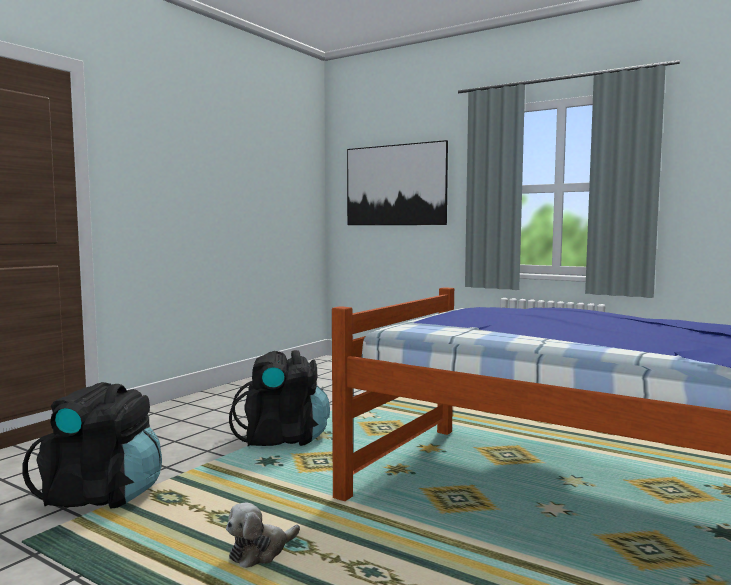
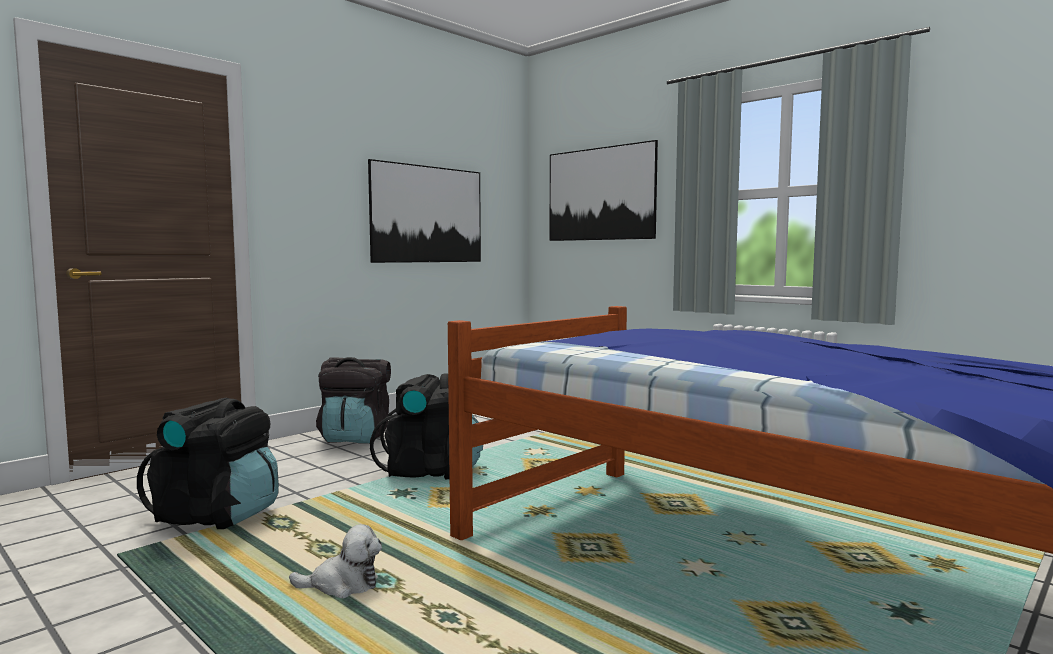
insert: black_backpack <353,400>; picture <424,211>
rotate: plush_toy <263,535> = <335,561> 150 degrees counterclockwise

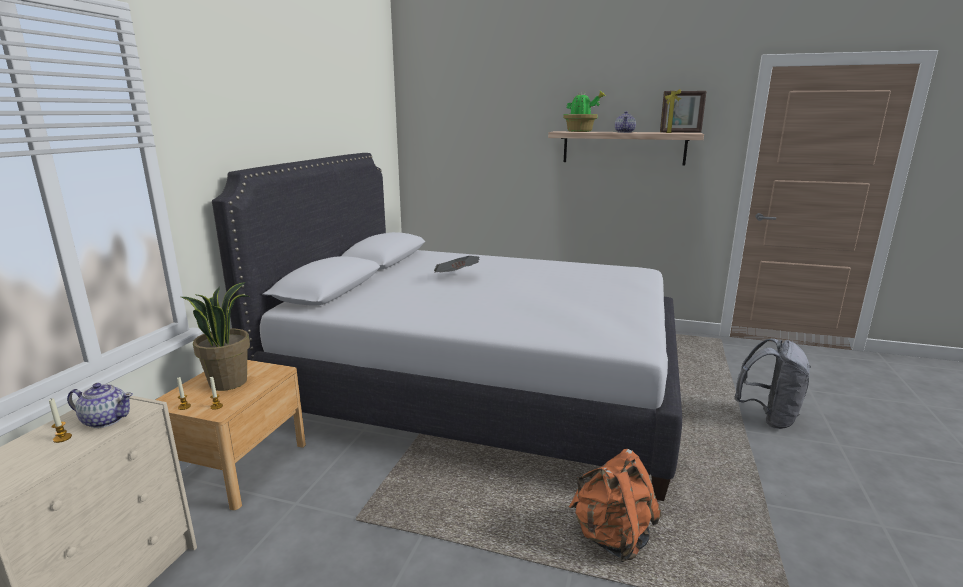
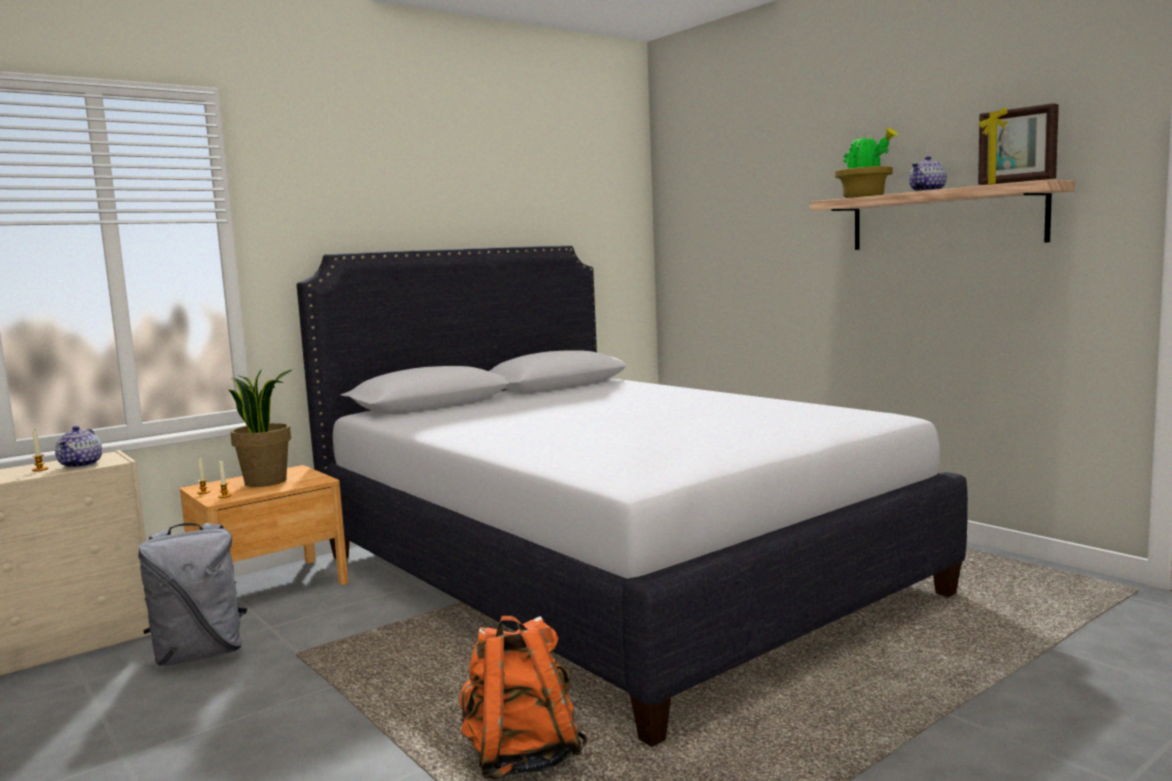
delete: newspaper <456,264>
move: grey_backpack <772,384> to <192,594>
rotate: teapot <100,405> = <78,447> 45 degrees clockwise

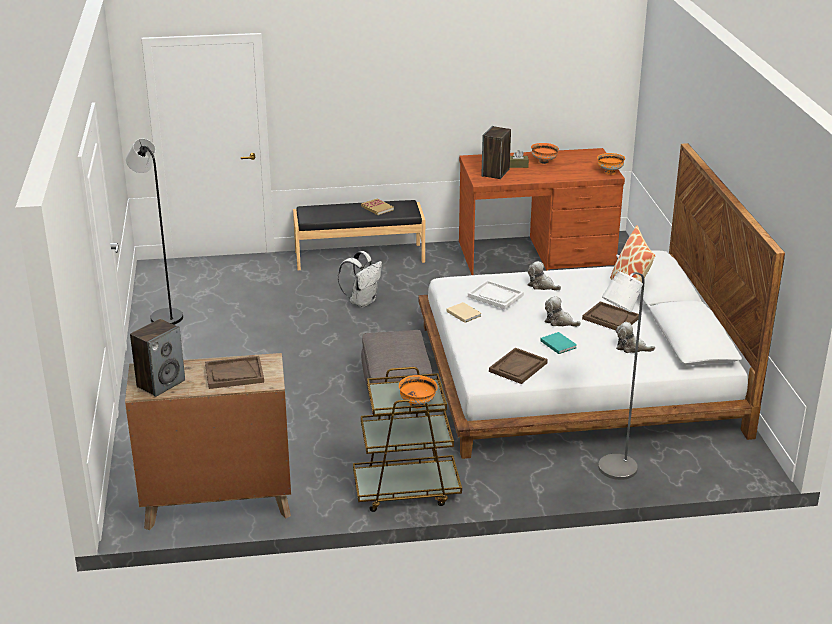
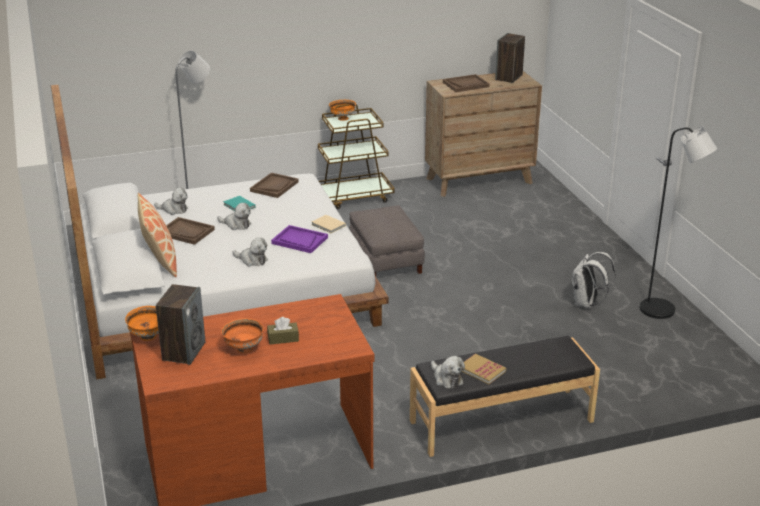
insert: plush_toy <448,372>
move: white_backpack <360,279> to <594,280>; speaker <496,152> to <180,324>
recolor: white_tray <496,294> to purple_tray <299,239>

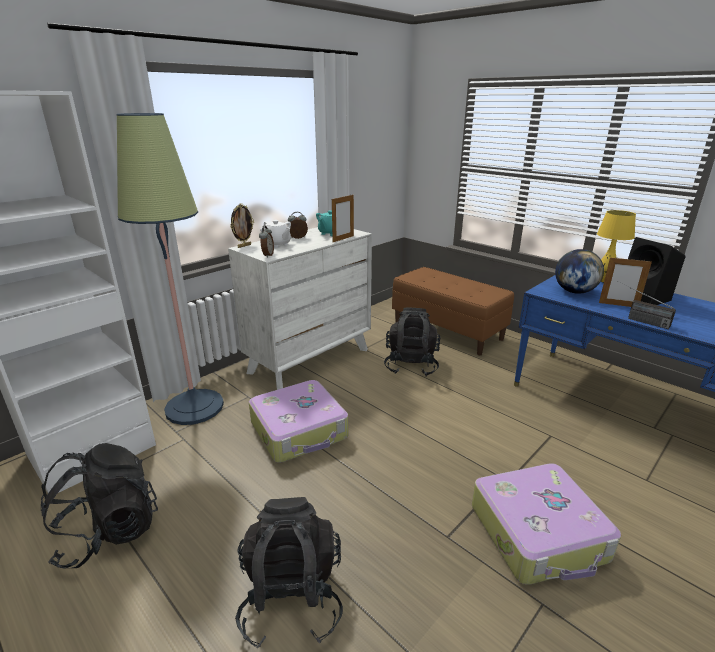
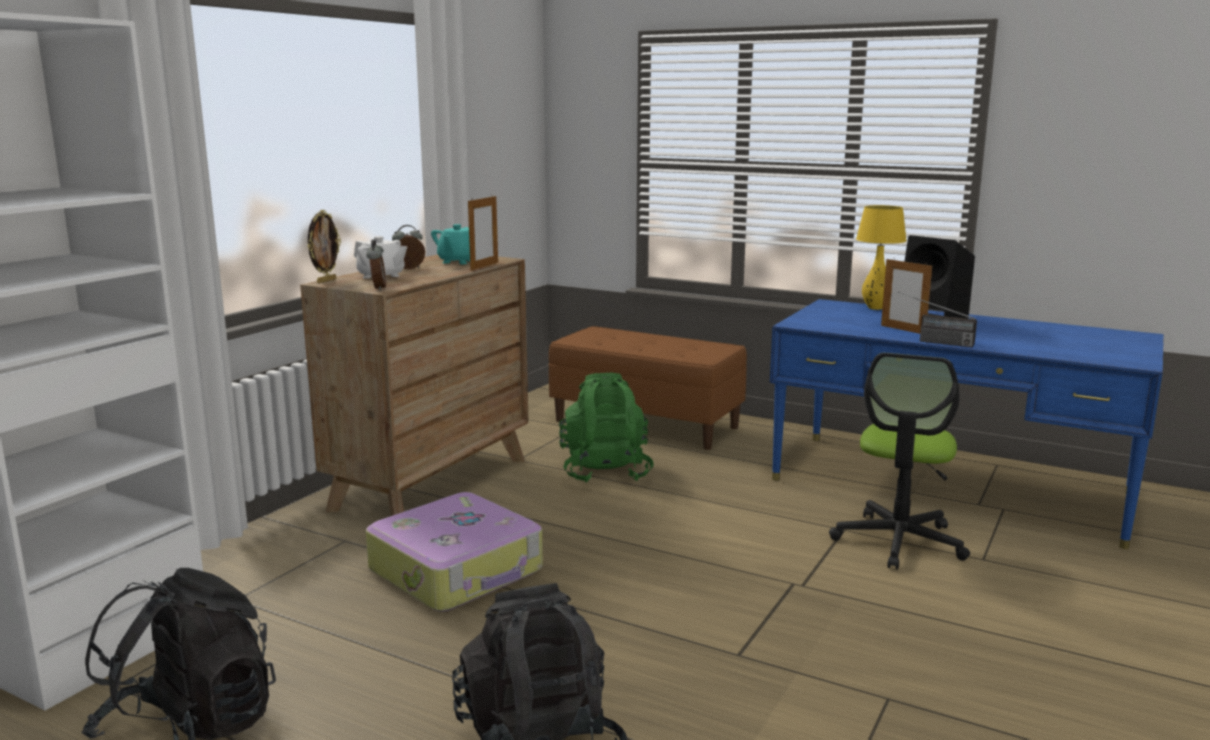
delete: floor_lamp <170,269>; suitcase <546,524>; globe <579,271>
insert: office_chair <899,461>
recolor: white_dresser <300,308> to brown_dresser <414,385>; black_backpack <412,342> to green_backpack <606,428>
rotate: picture_frame <625,281> = <906,296> 45 degrees clockwise

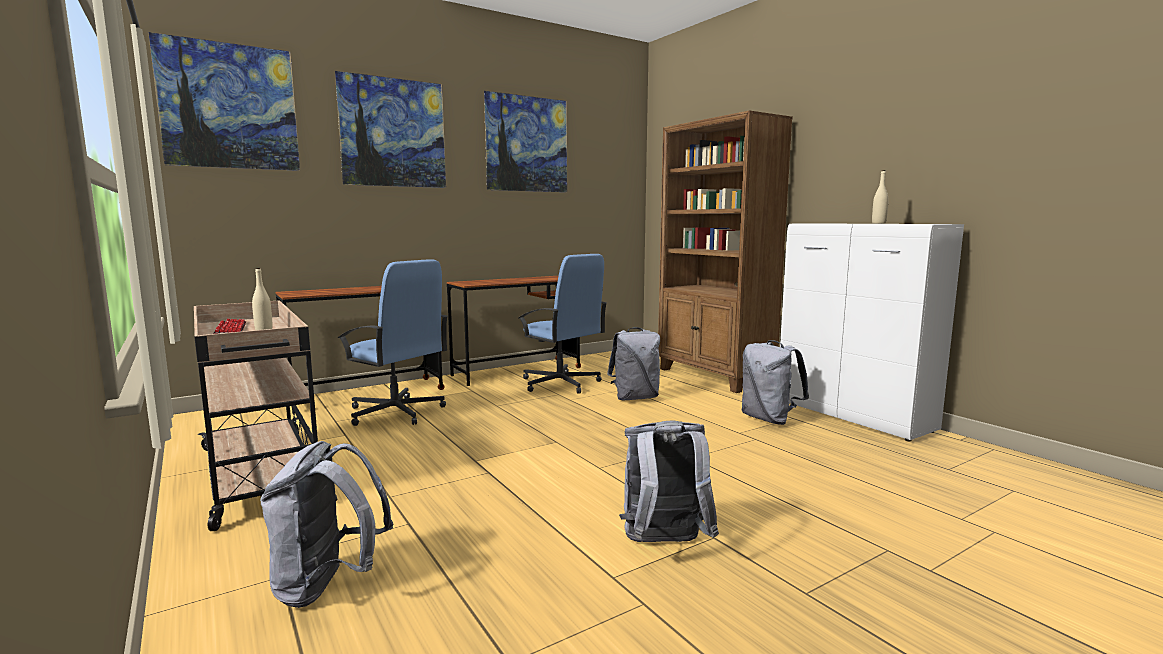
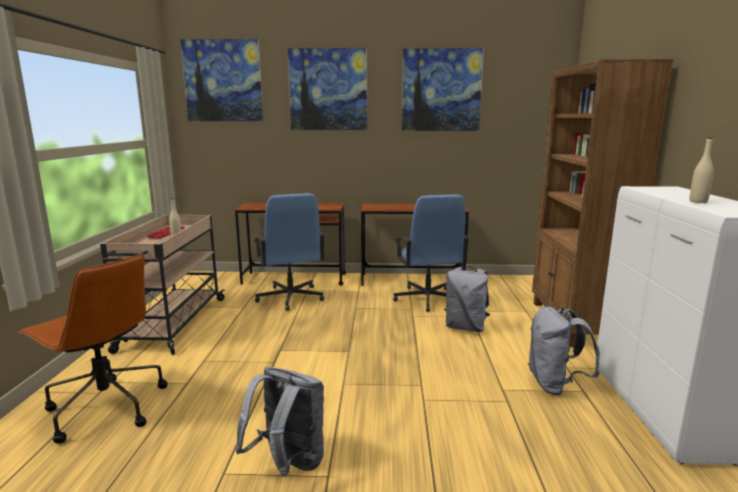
replace: grey_backpack <326,524> to brown_office_chair <93,349>

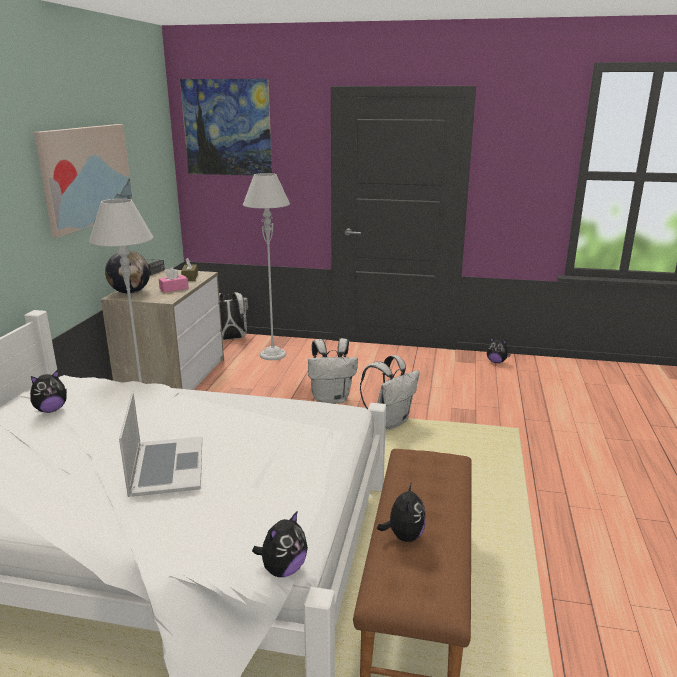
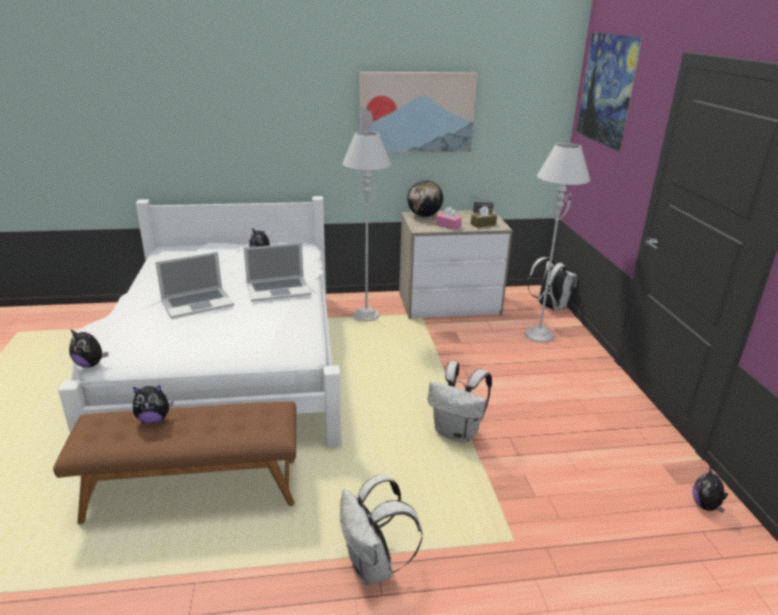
insert: laptop <277,272>
move: white_backpack <333,371> to <381,529>

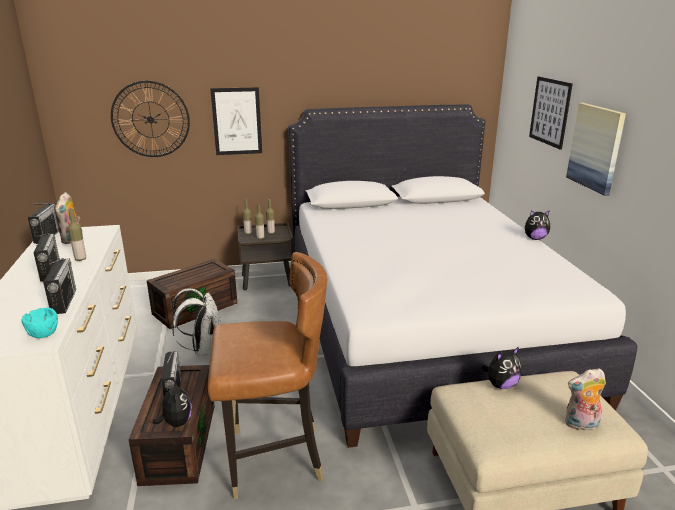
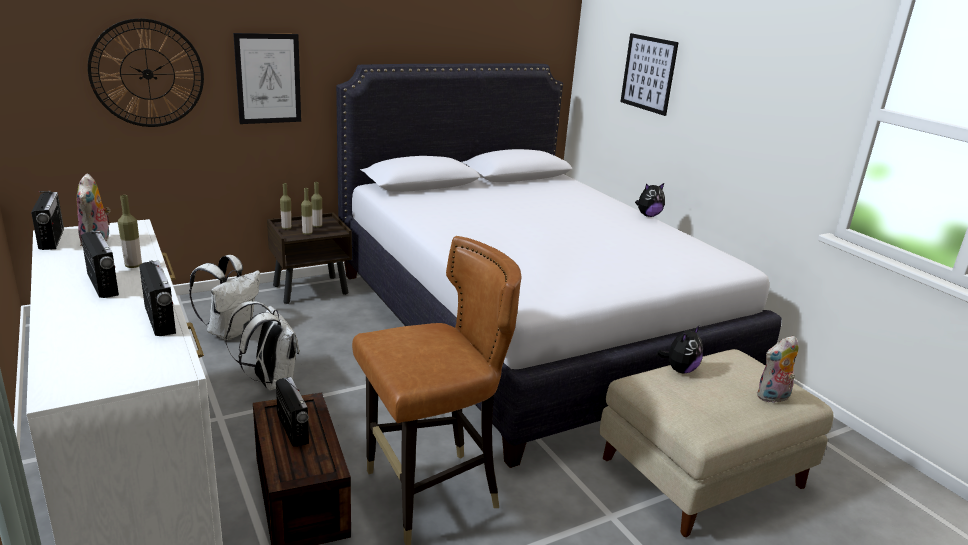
delete: turquoise_bowl <40,323>; plush_toy <172,403>; picture <596,149>
replace: brown_storage_box <192,294> to white_backpack <224,297>

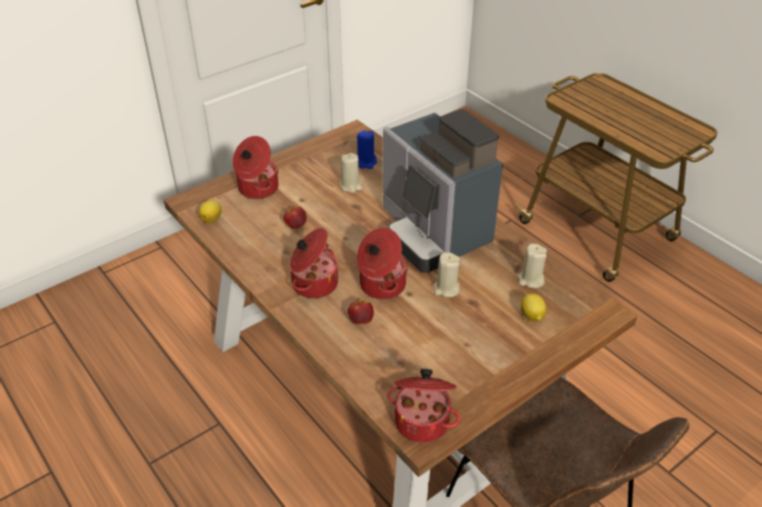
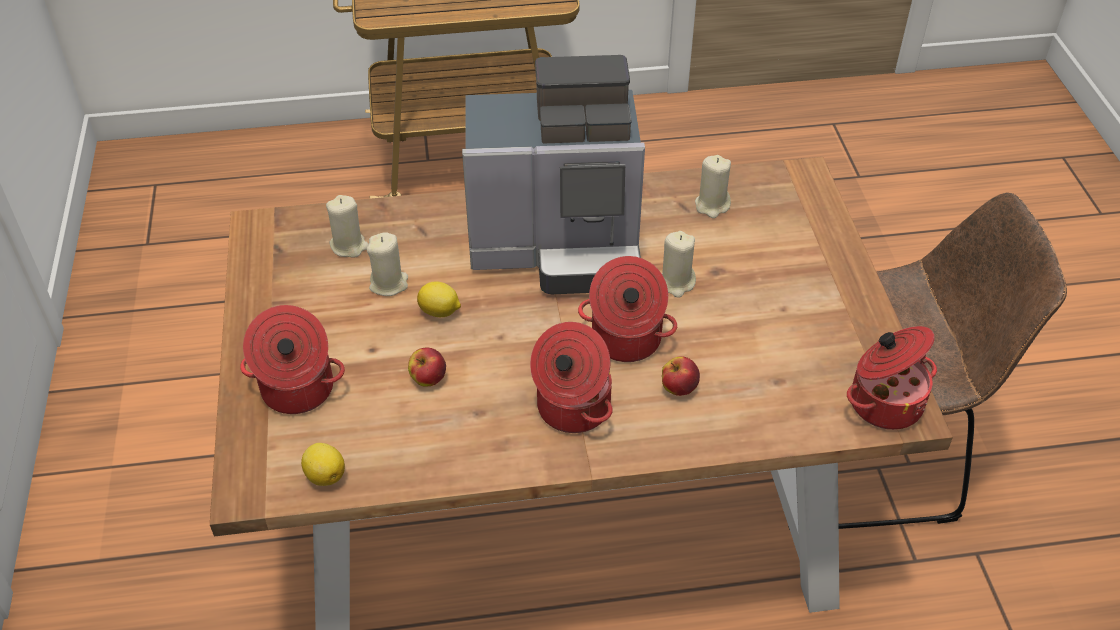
move: lemon <533,307> to <439,299>
recolor: blue_candle <367,149> to beige_candle <347,226>

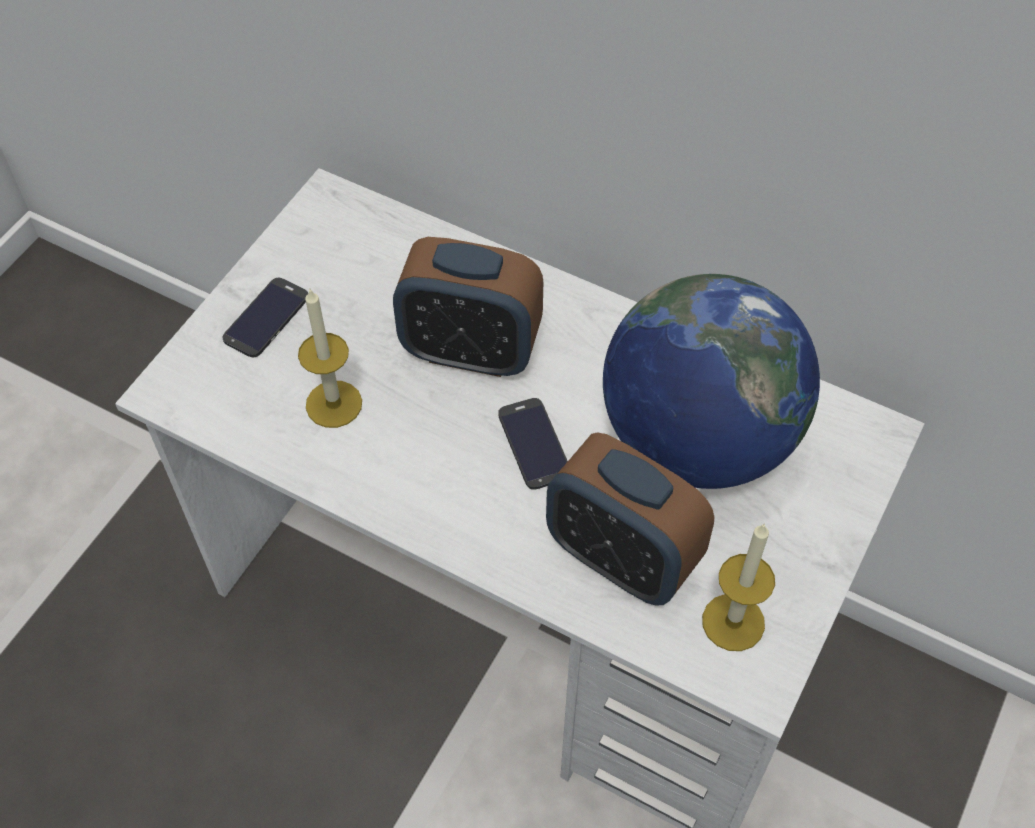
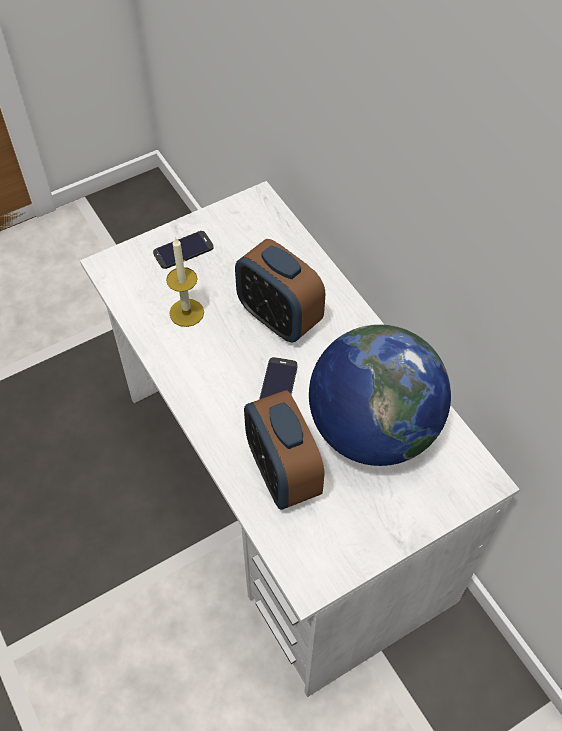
delete: candle <738,587>

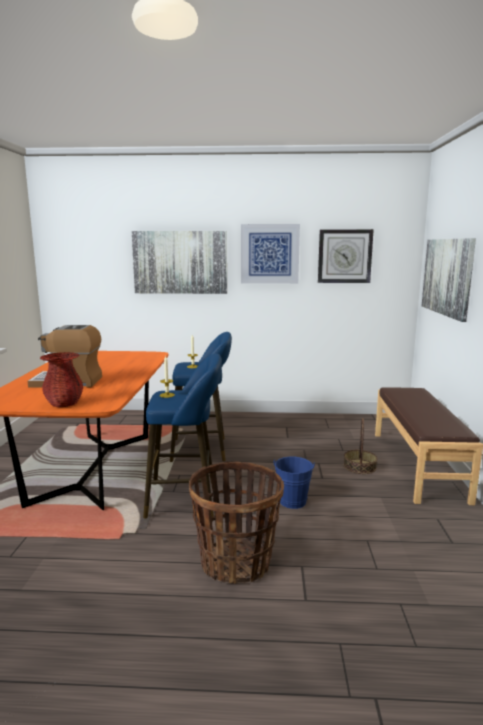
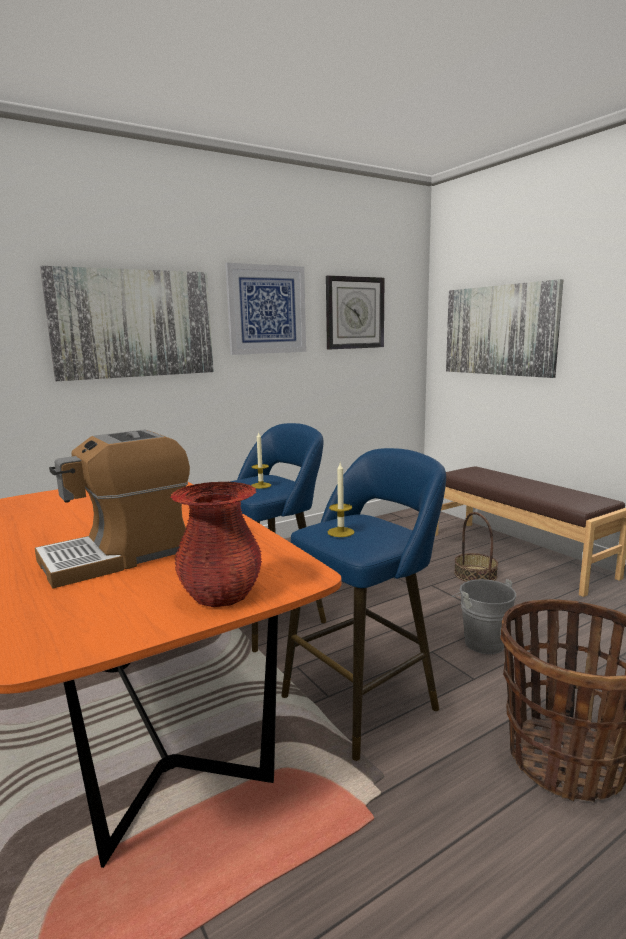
recolor: blue_bucket <294,483> to grey_bucket <483,616>

